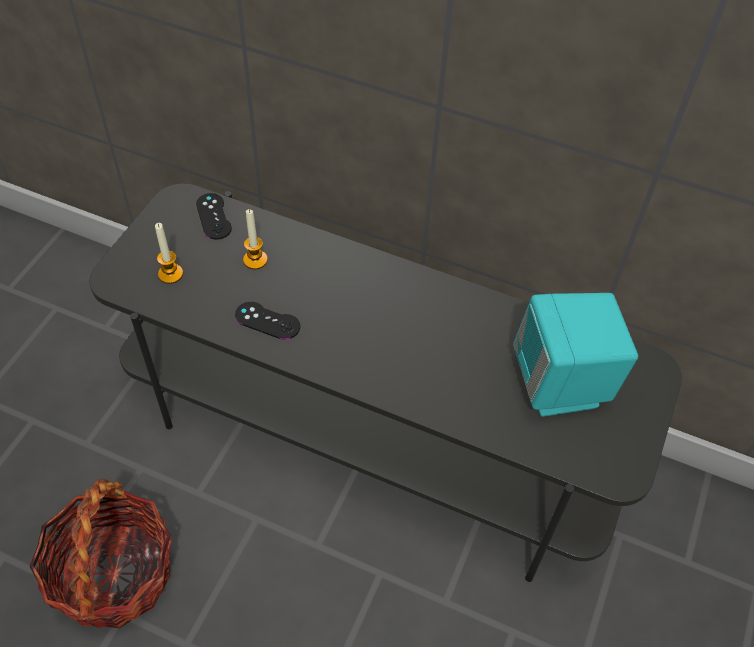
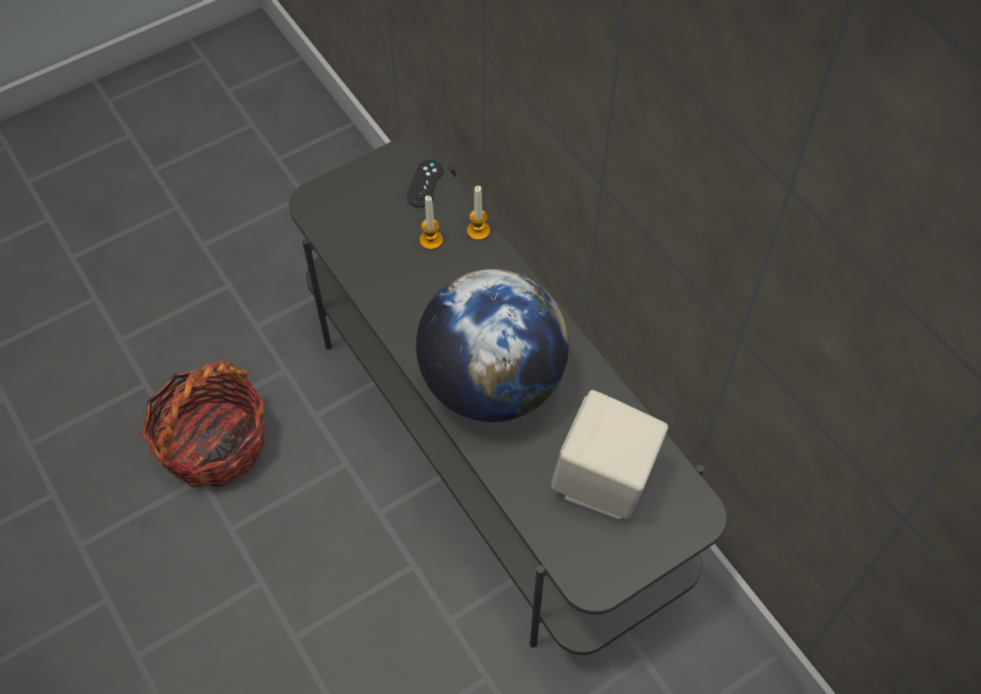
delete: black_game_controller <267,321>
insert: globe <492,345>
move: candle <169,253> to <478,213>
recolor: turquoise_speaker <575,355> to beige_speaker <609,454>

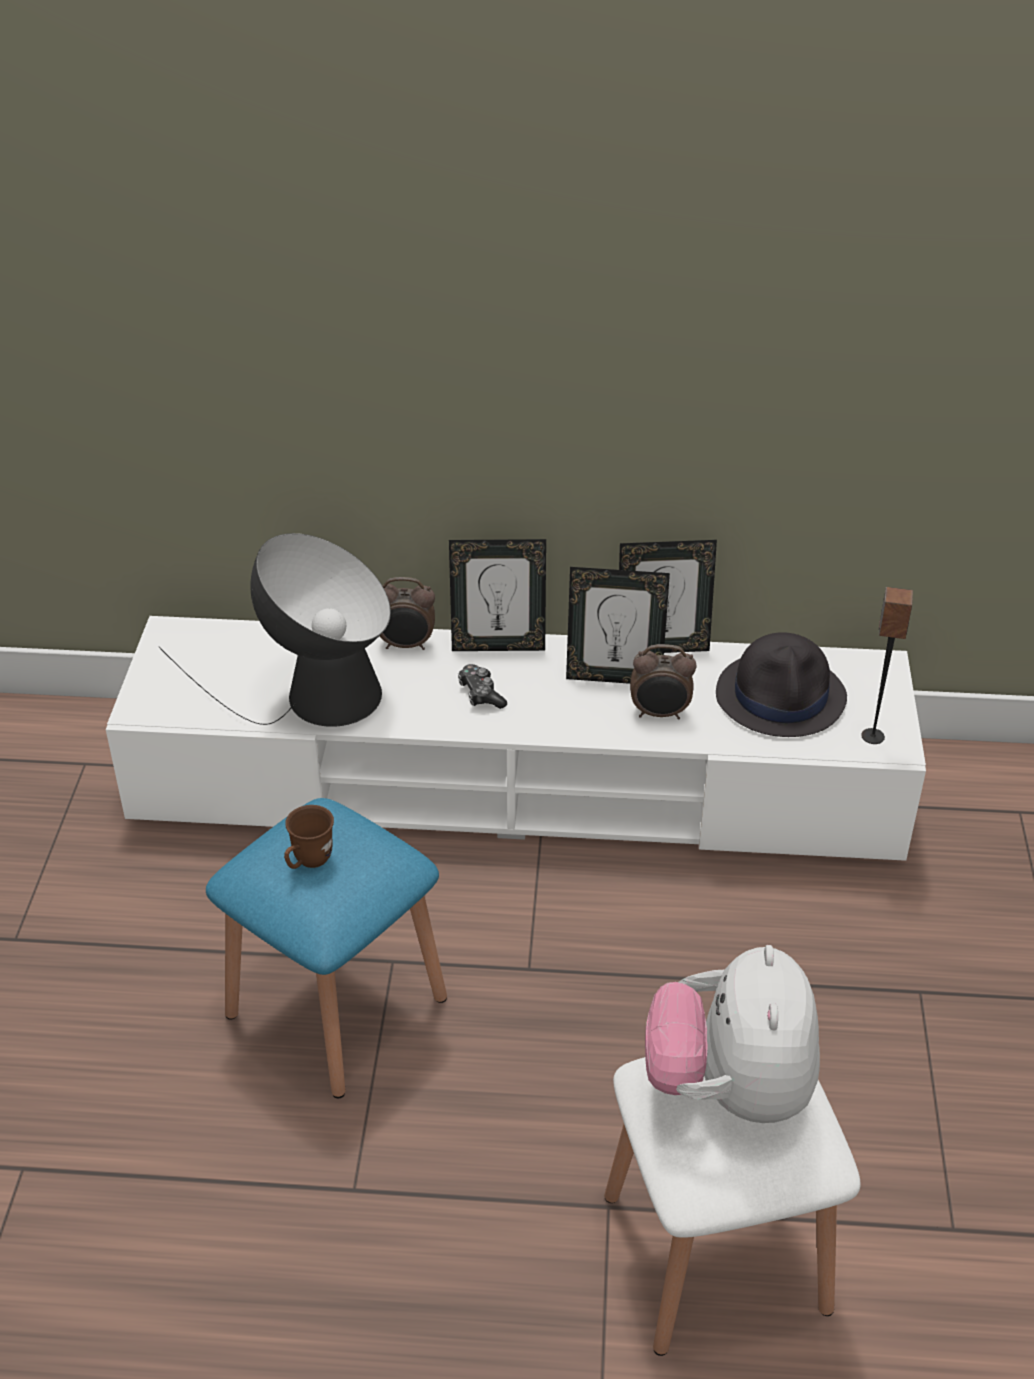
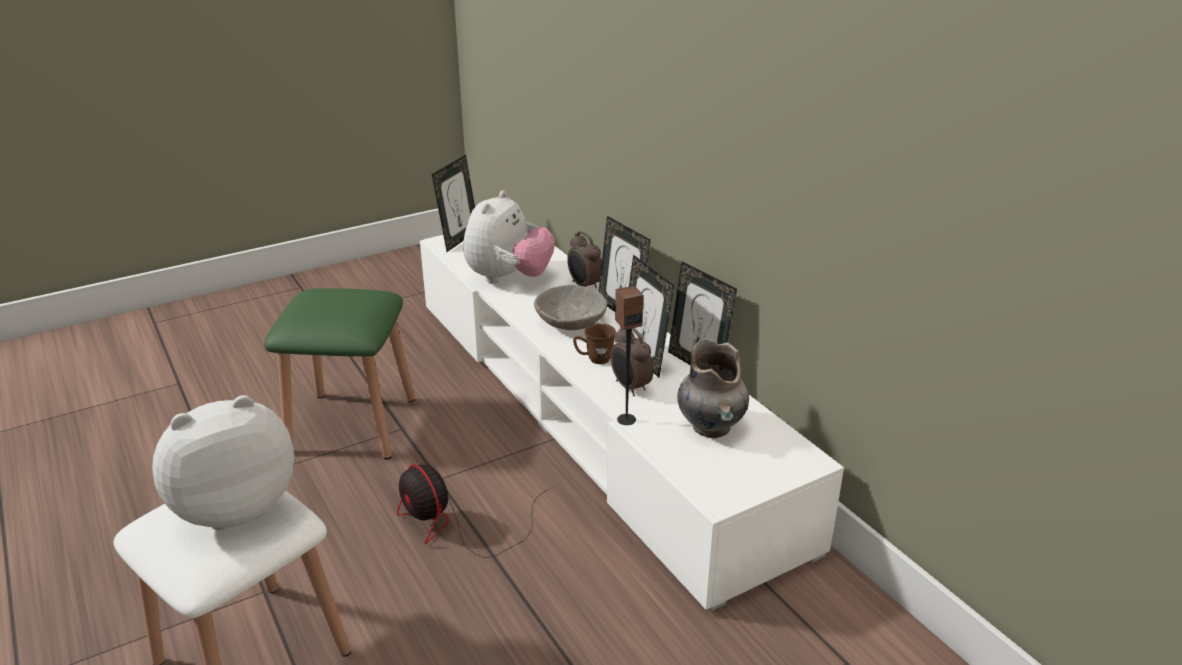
insert: fan <476,511>; picture_frame <453,203>
move: brown_mug <309,837> to <594,343>; speaker <887,665> to <629,355>
replace: table_lamp <275,630> to plush_toy <509,236>; game_controller <482,686> to grey_bowl <570,307>; black_hat <781,684> to grey_vase <713,388>
recolor: blue_stool <326,948> to green_stool <339,374>

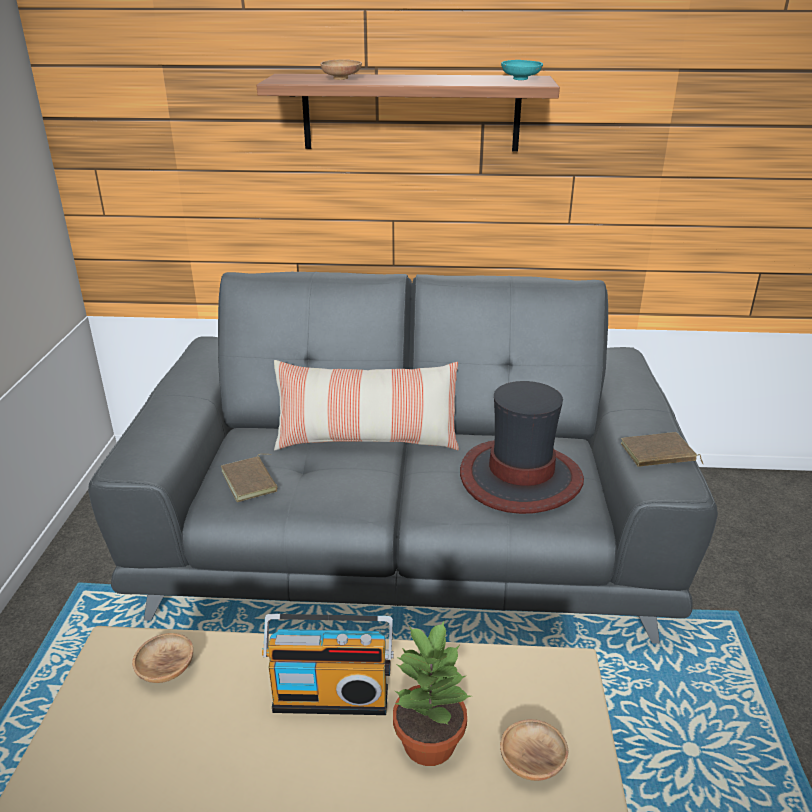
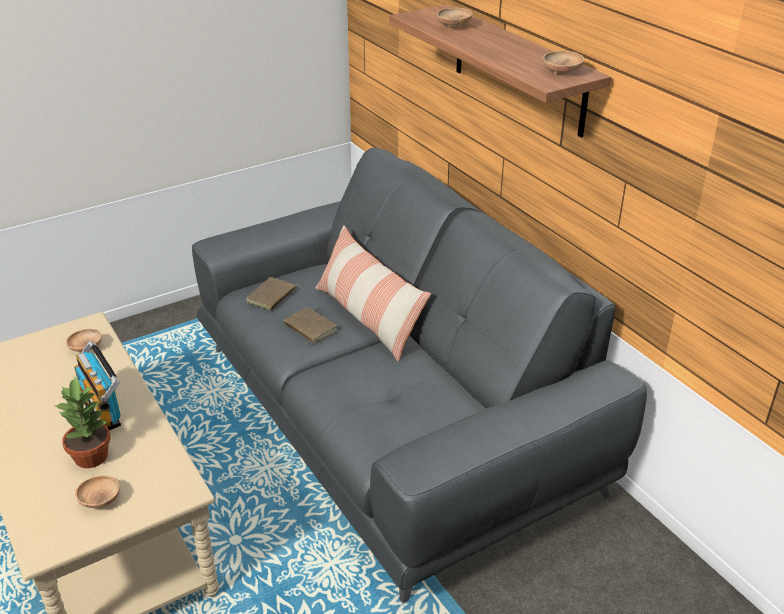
delete: hat <522,447>
move: brown_book <662,449> to <311,325>
recolor: turquoise_bowl <522,70> to brown_bowl <564,63>

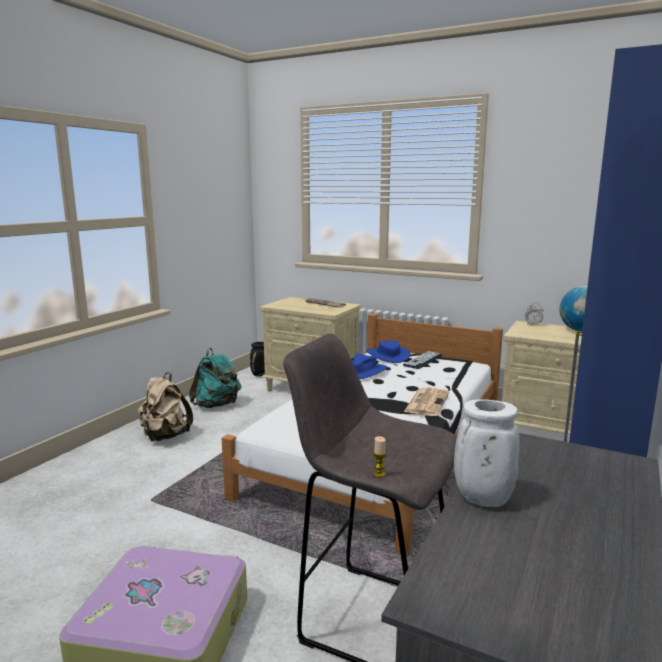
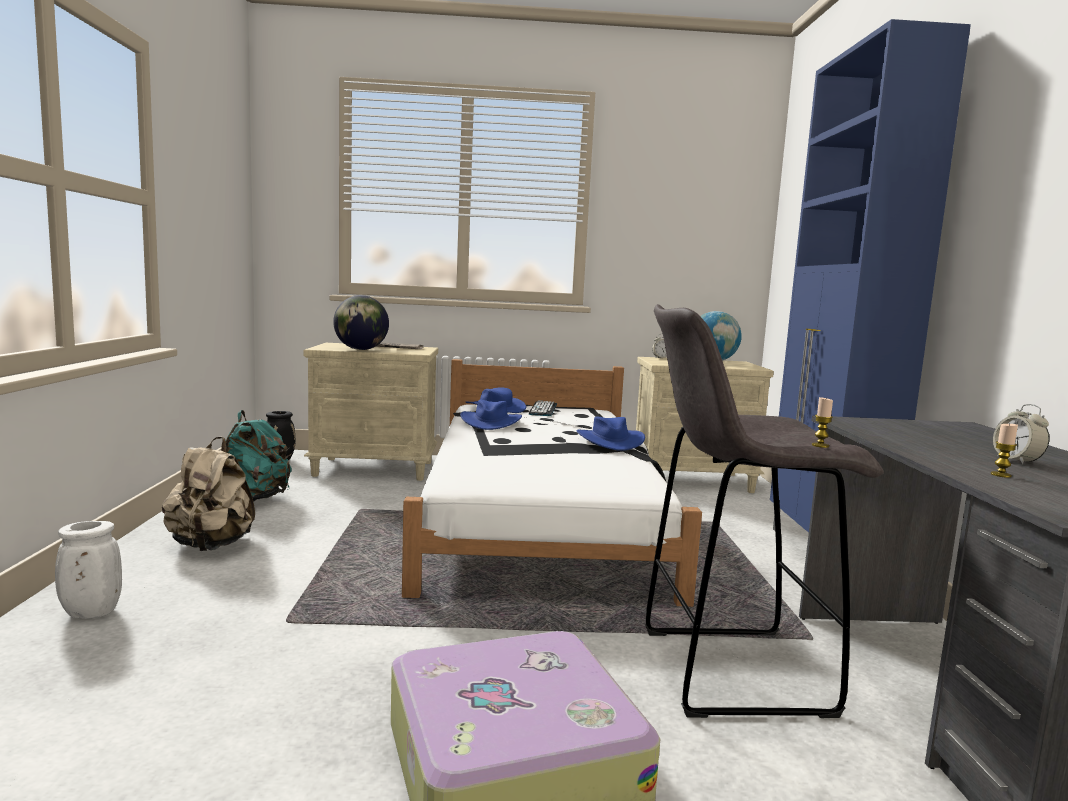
insert: globe <361,322>; candle <1004,450>; alarm_clock <1021,434>
move: white_vase <487,453> to <88,570>
replace: newspaper <426,401> to blue_hat <610,433>

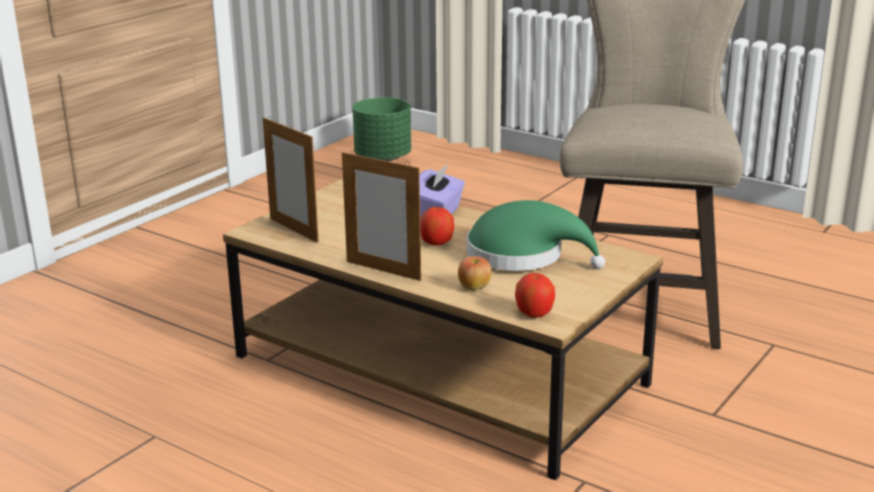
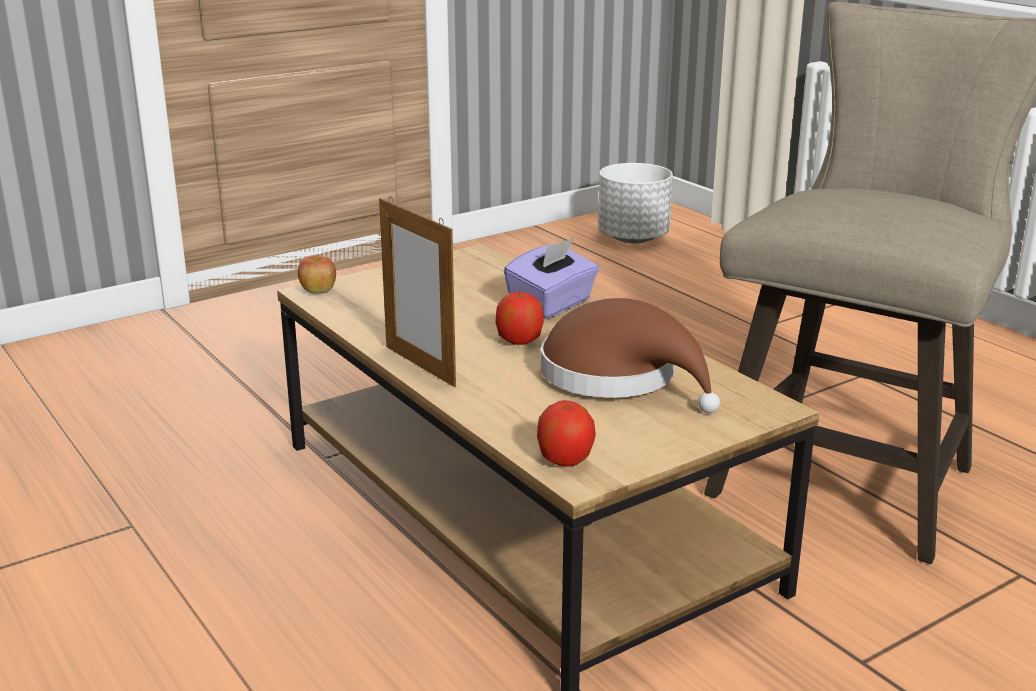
delete: picture_frame <291,179>
move: apple <474,273> to <317,274>
recolor: green_planter <382,129> to white_planter <635,203>; green_hat <536,235> to brown_hat <630,355>

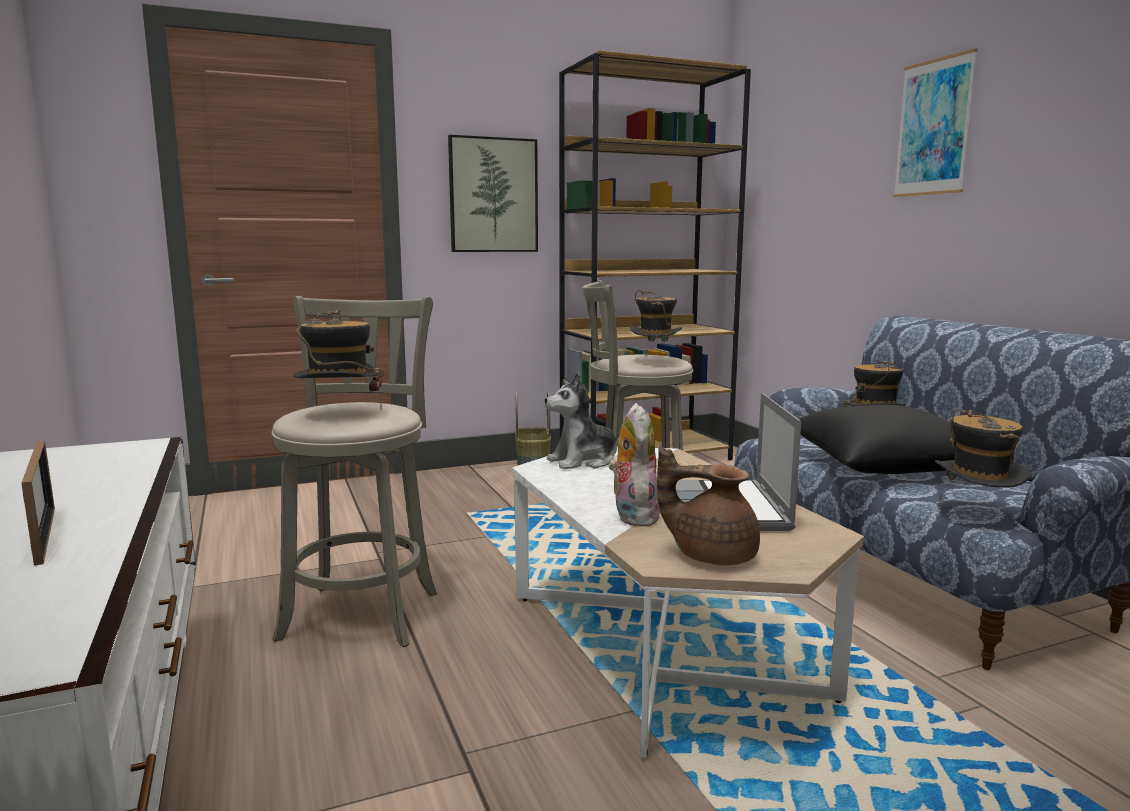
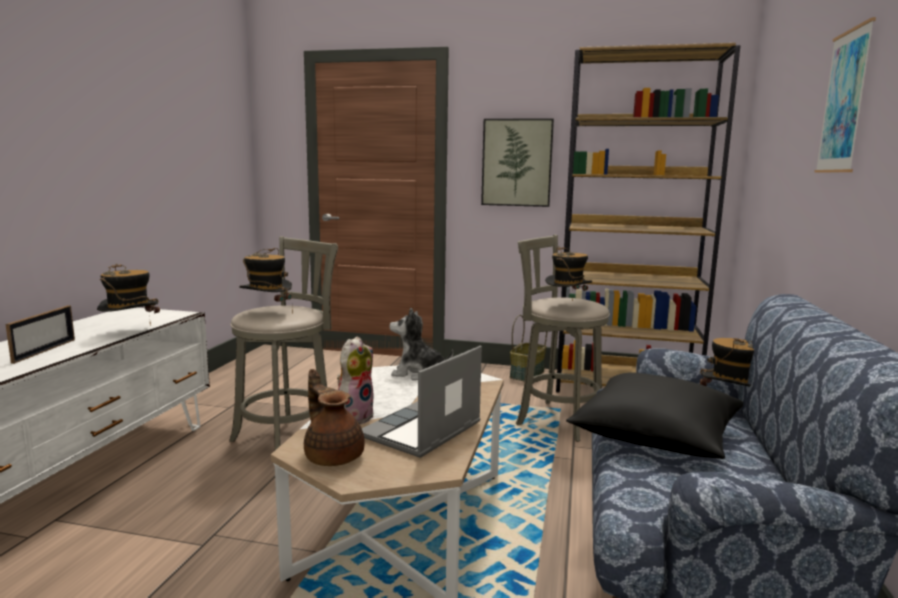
move: hat <982,456> to <128,294>

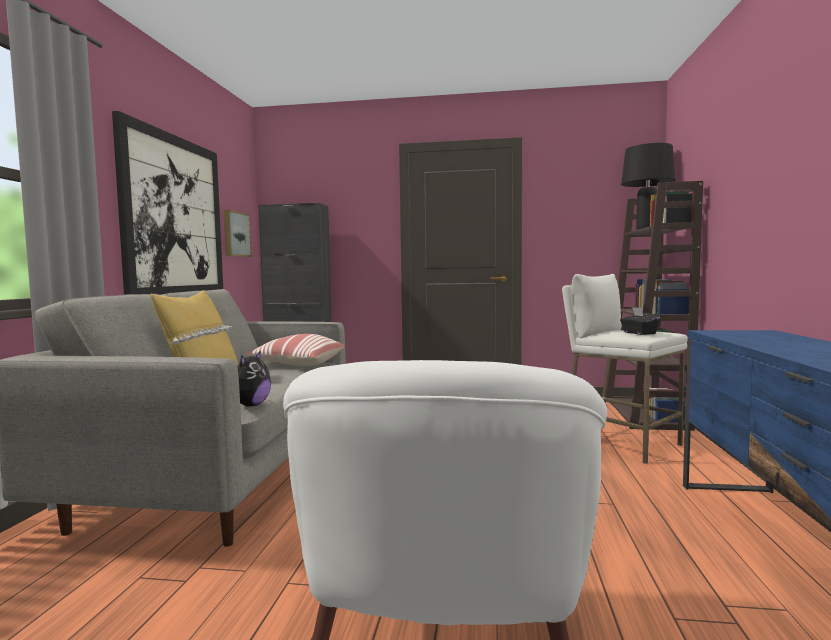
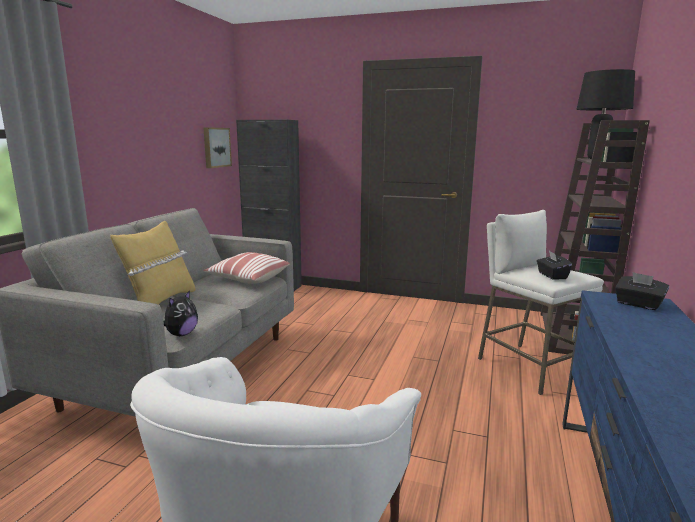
delete: picture <167,203>
insert: black_tissue_box <642,291>

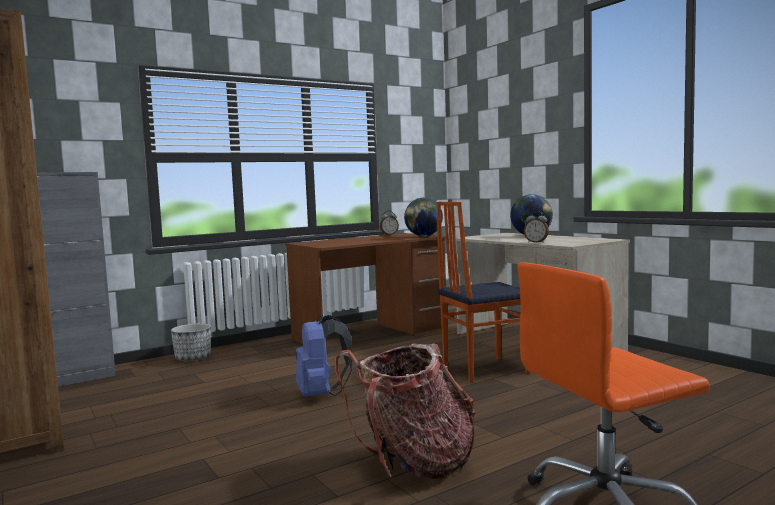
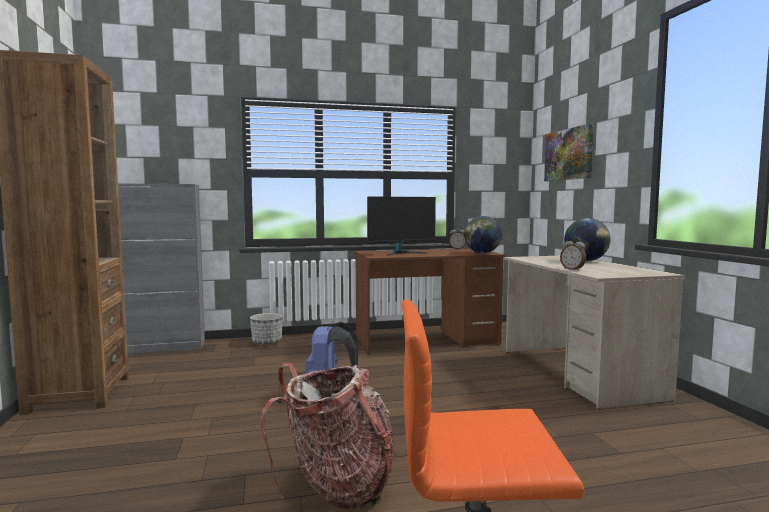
delete: chair <483,292>
insert: monitor <401,226>; picture <569,152>

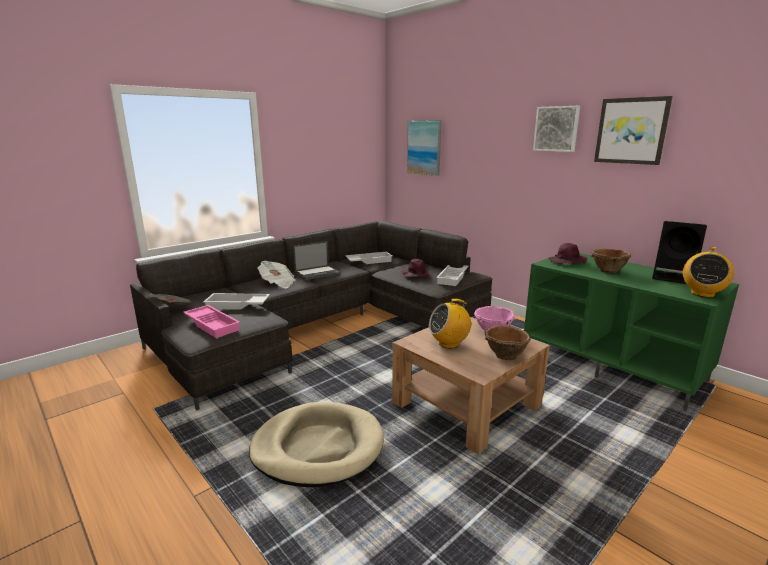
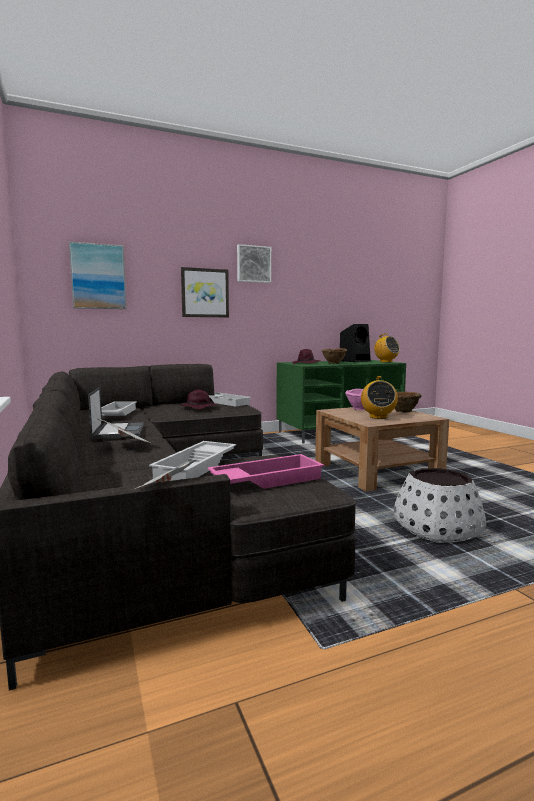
move: picture <633,130> to <205,292>
replace: beige_dog_bed <316,444> to white_planter <440,505>

